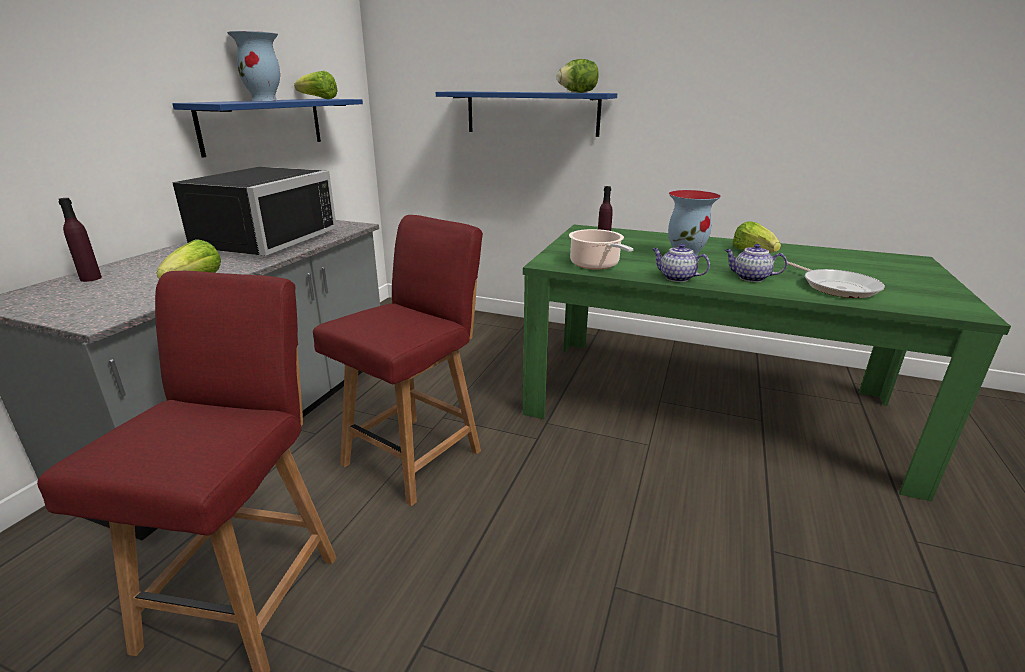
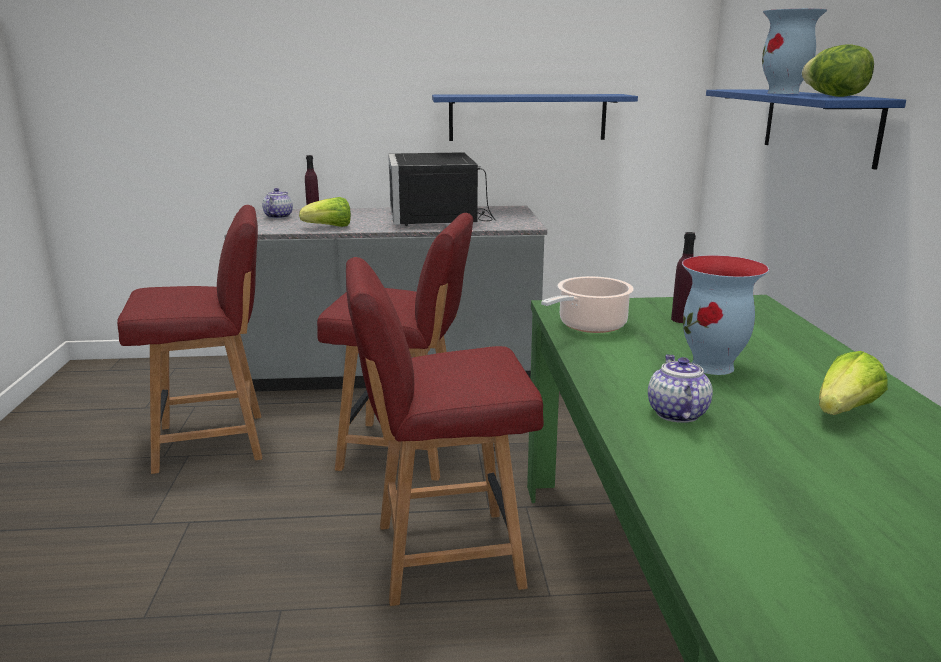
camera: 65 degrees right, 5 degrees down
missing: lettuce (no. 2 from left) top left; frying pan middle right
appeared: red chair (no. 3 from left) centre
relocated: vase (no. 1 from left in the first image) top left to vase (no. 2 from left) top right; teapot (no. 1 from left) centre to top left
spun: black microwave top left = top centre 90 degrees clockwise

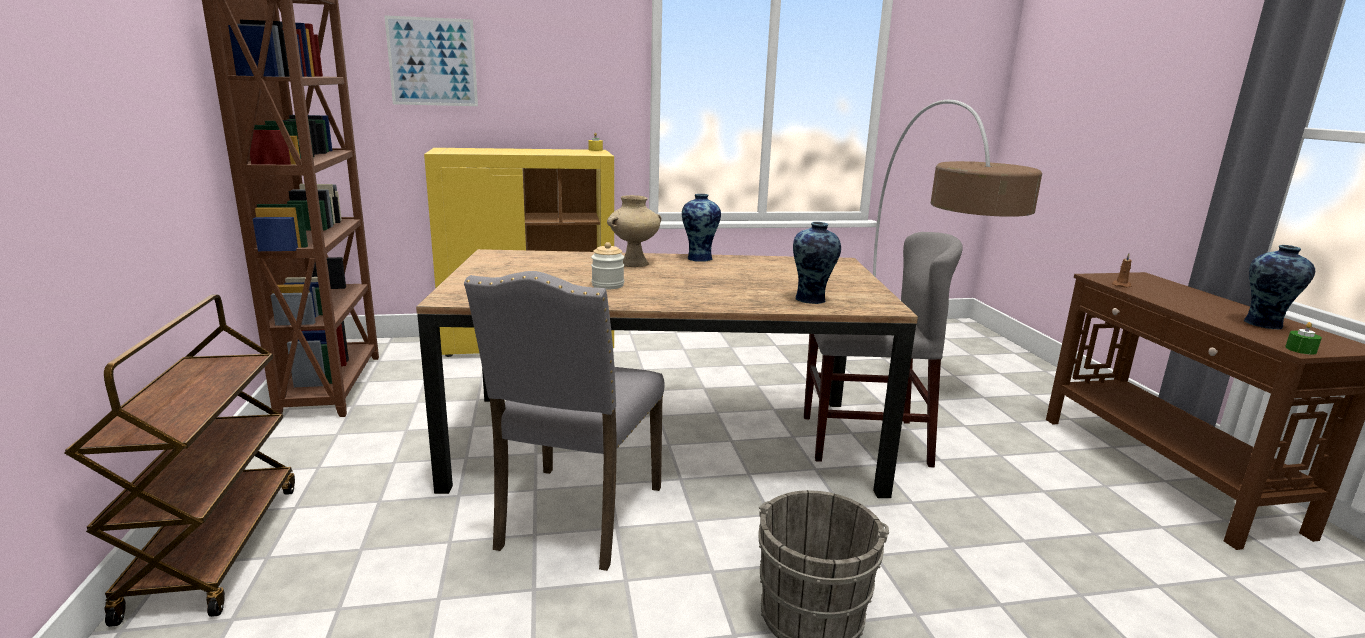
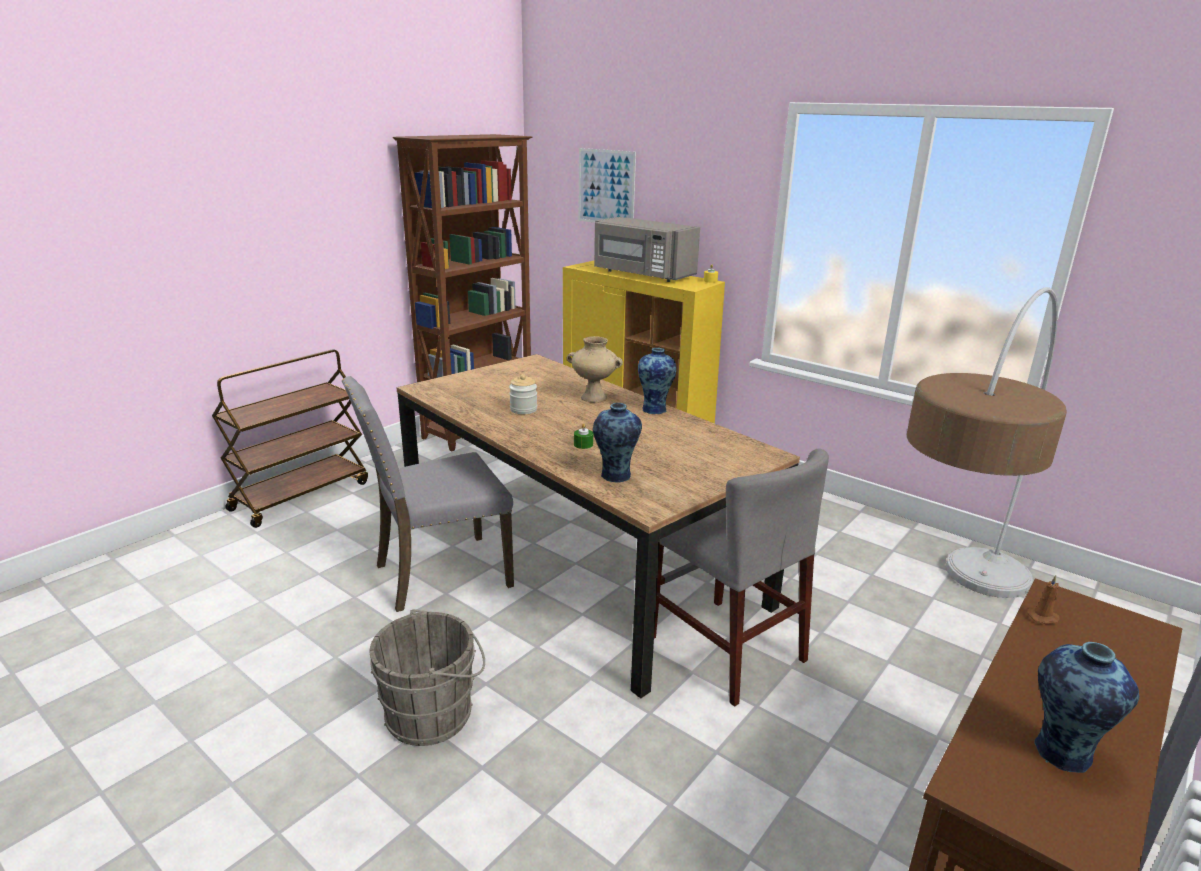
camera: 50 degrees right, 5 degrees up
appeared: grey microwave top centre
relocated: green candle middle right to centre

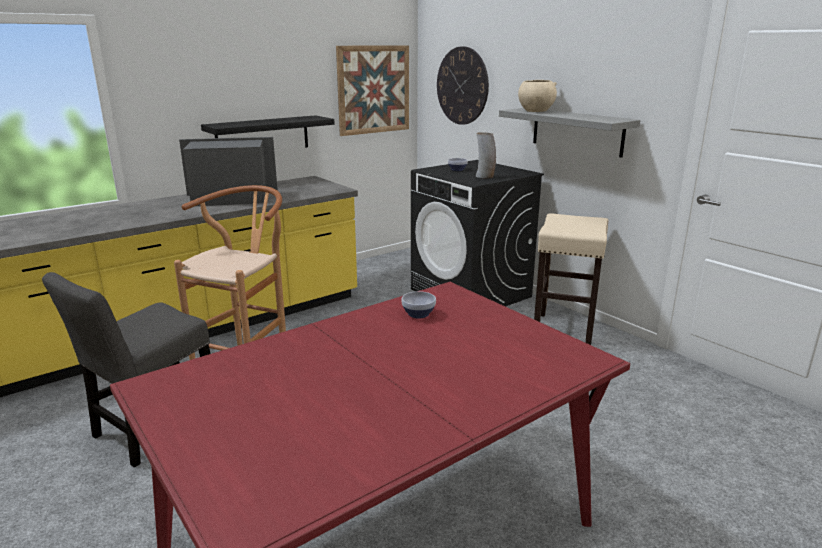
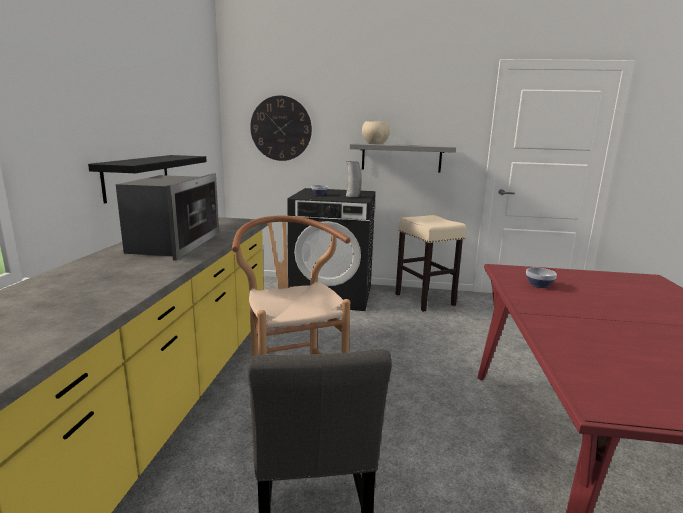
camera: 45 degrees left, 5 degrees down
missing: picture top centre
spun: microwave top left = middle left 150 degrees clockwise

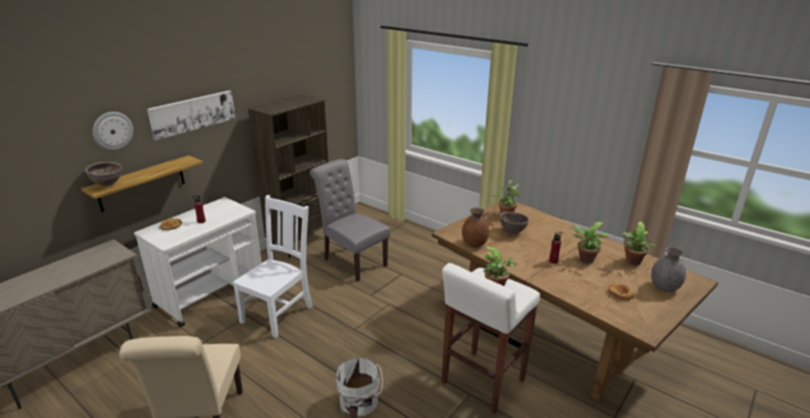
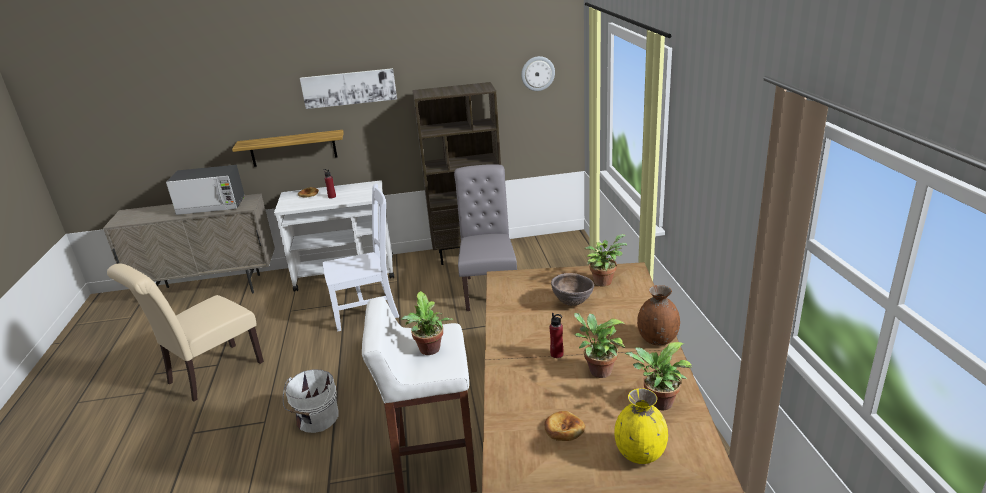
camera: 45 degrees right, 0 degrees up
missing: brown bowl (no. 1 from left) middle left
appeared: microwave middle left
relocated: wall clock top left to top centre; brown vase centre to middle right
colour: grey vase middle right to yellow vase bottom centre

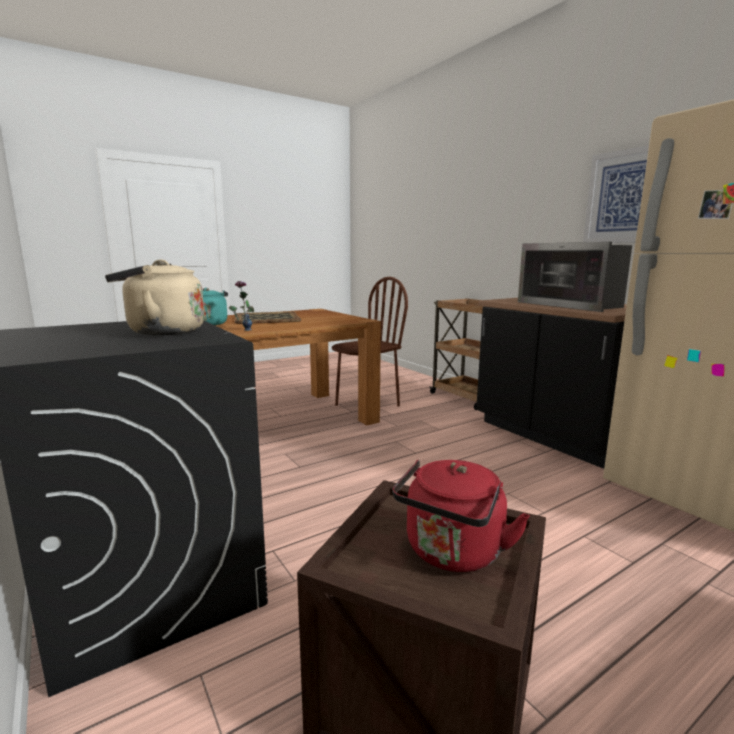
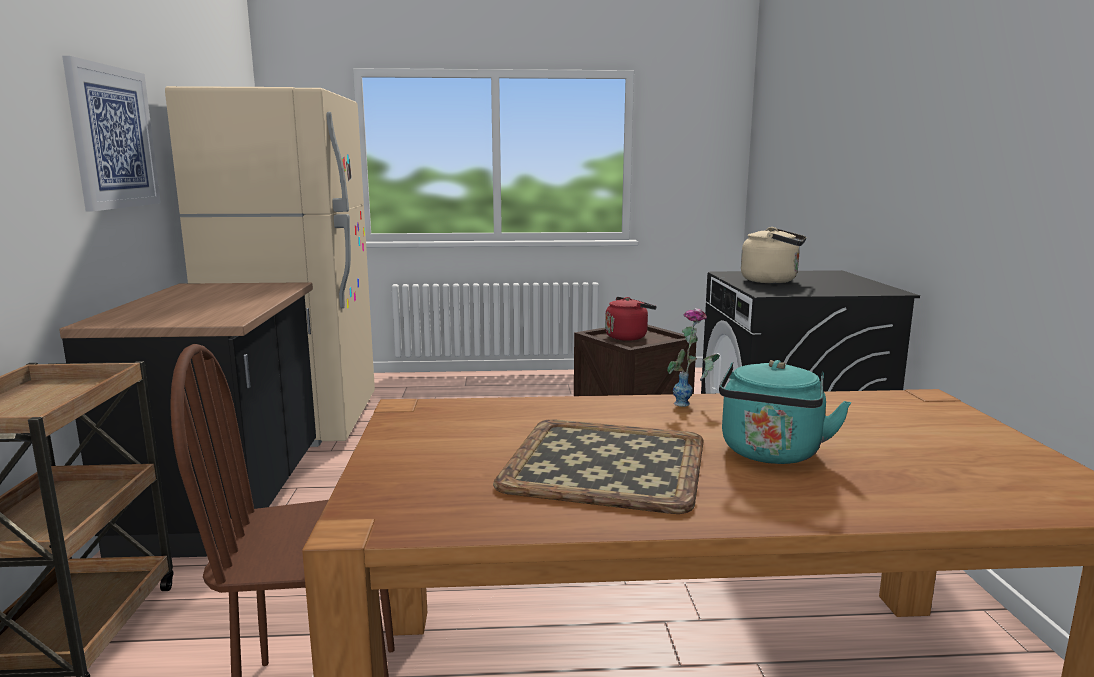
camera: 150 degrees left, 0 degrees up
missing: microwave middle right

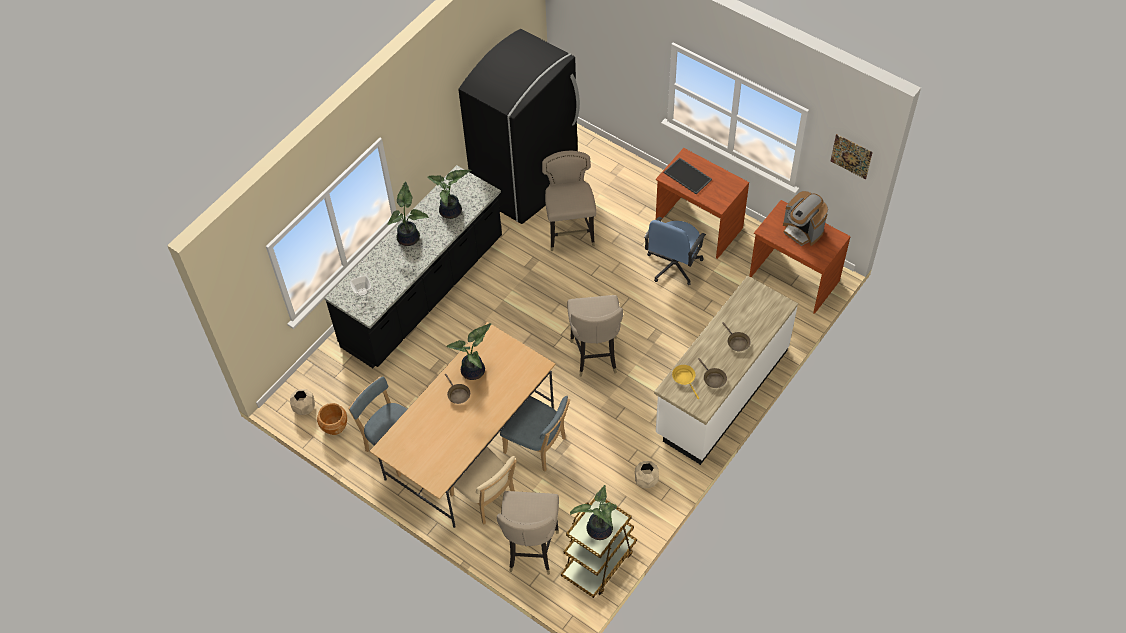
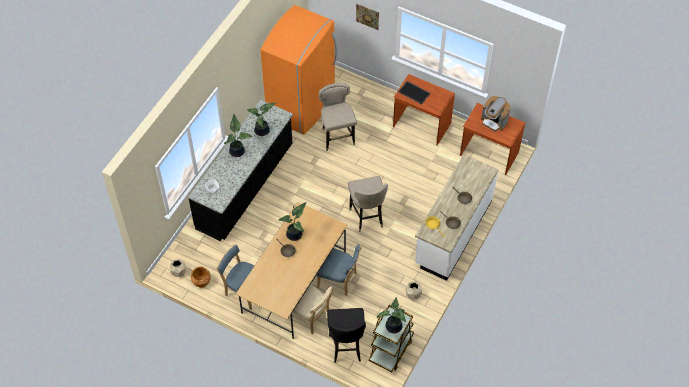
camera: 10 degrees left, 0 degrees up
missing: blue office chair centre
relocated: picture top right to top centre
colour: black fridge top centre to orange fridge top centre; beige stool (no. 1 from left) bottom centre to black stool bottom centre

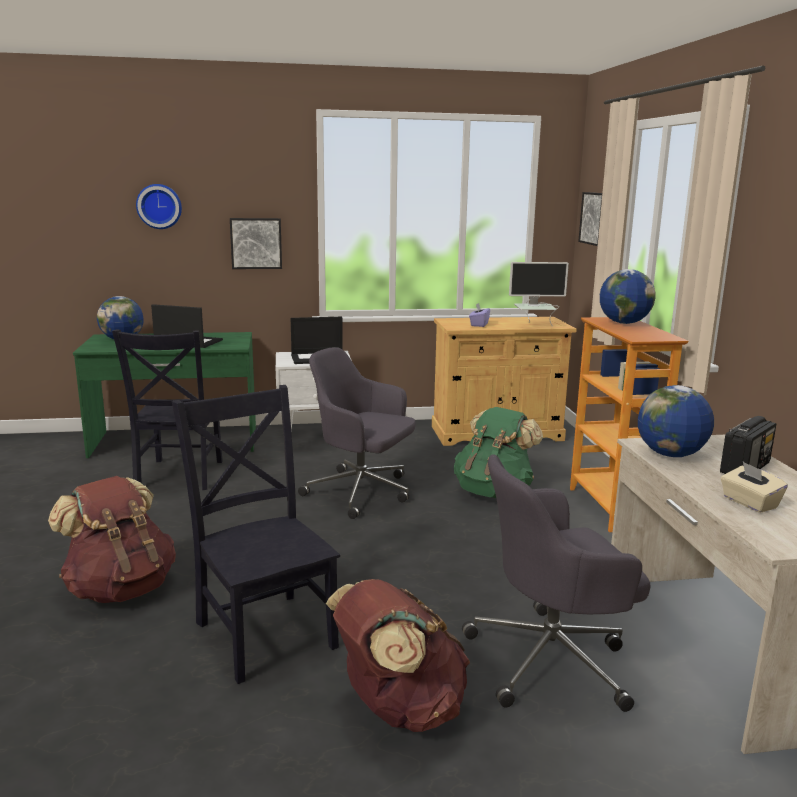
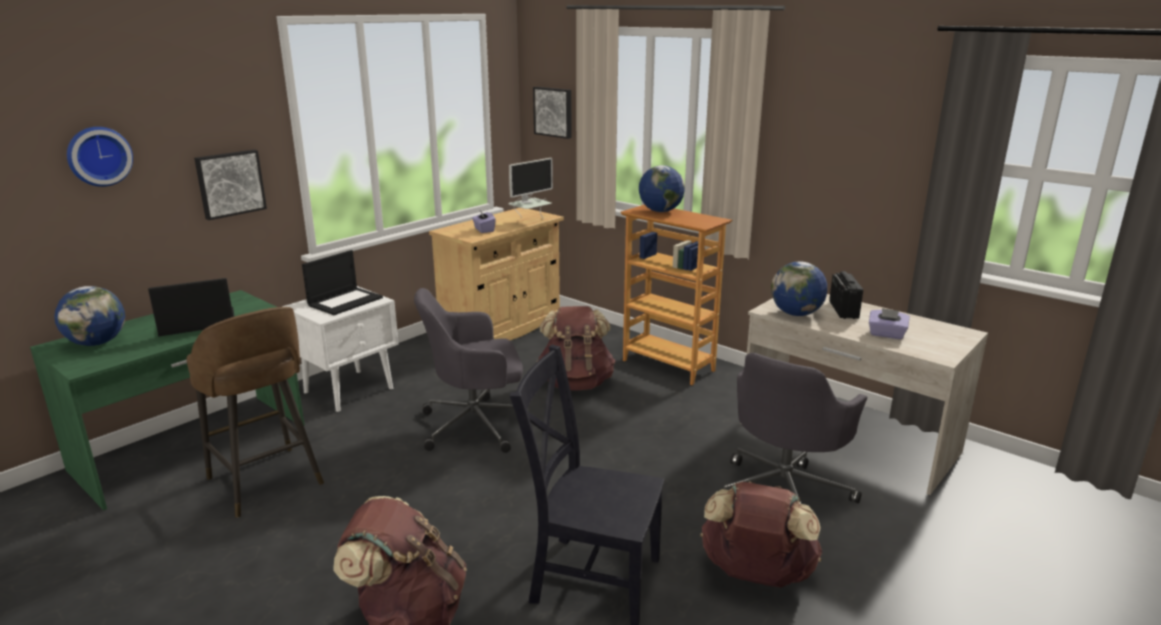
camera: 40 degrees left, 5 degrees up
exchanged: black chair (no. 1 from left) middle left to brown stool middle left
colour: green backpack centre to brown backpack (no. 2 from left) centre; beige tissue box middle right to purple tissue box (no. 2 from left) middle right

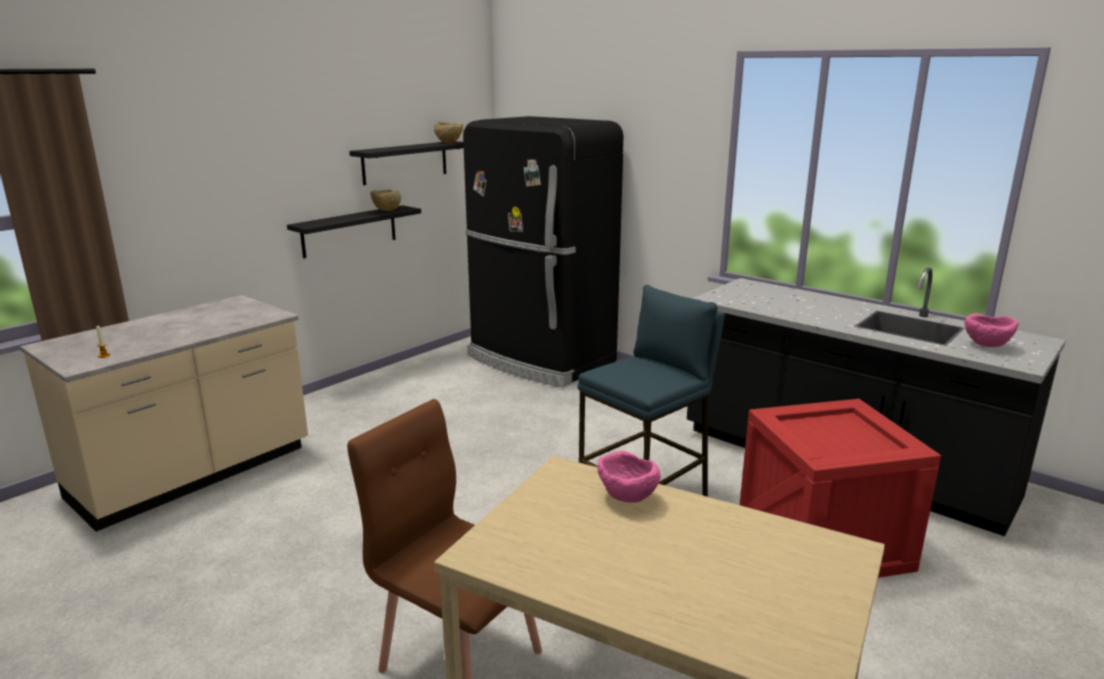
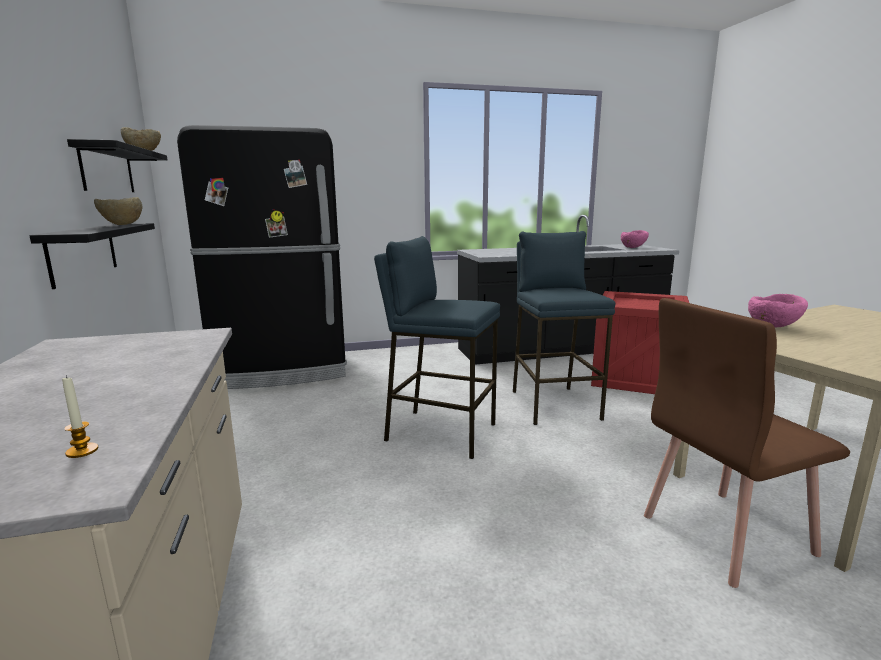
camera: 55 degrees left, 5 degrees down
appeared: blue stool (no. 1 from left) centre

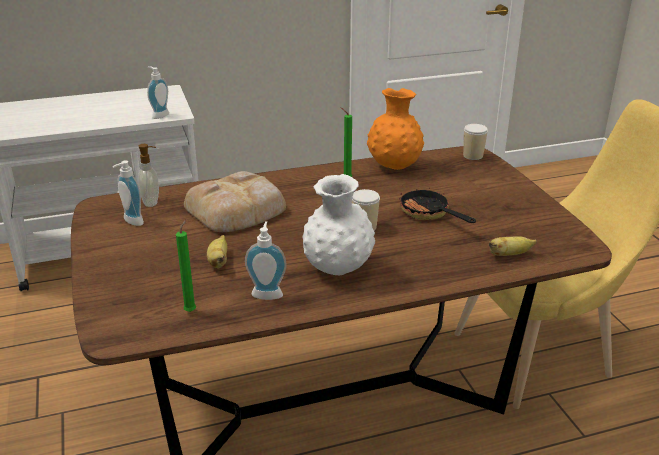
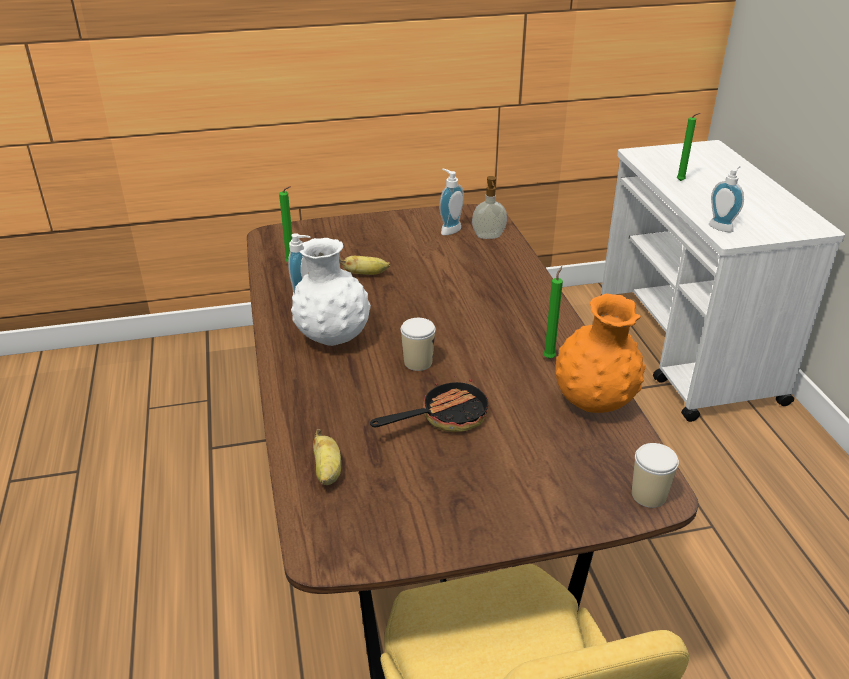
camera: 95 degrees right, 5 degrees up
missing: bread centre
appeared: green candle (no. 3 from left) top right

